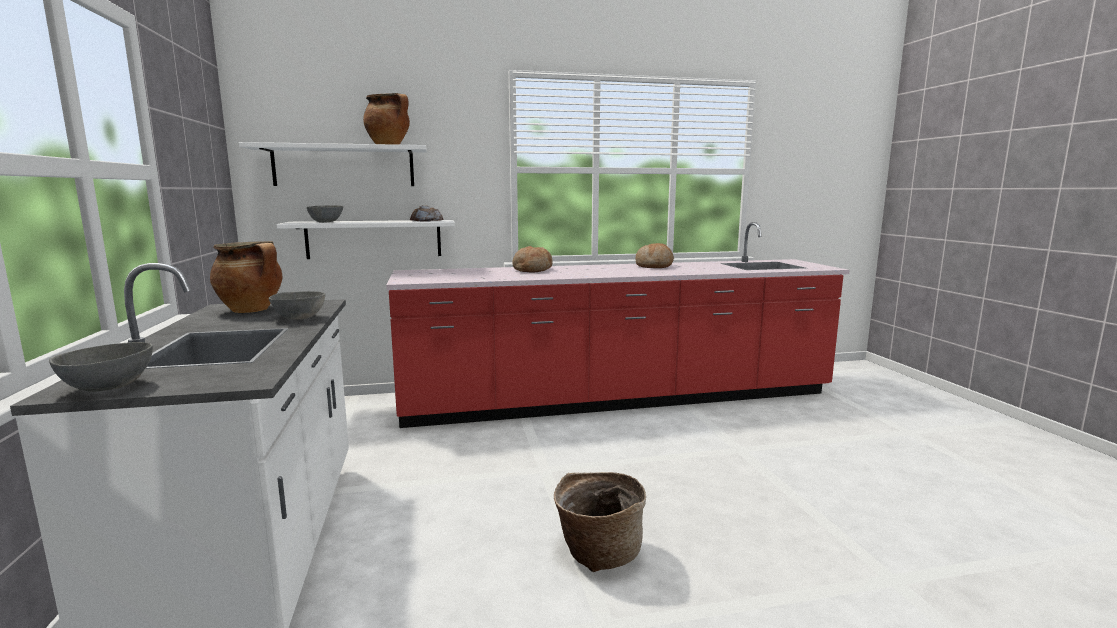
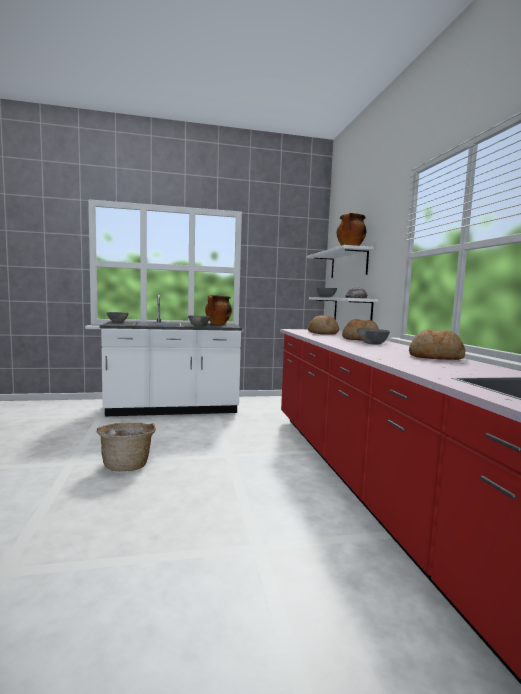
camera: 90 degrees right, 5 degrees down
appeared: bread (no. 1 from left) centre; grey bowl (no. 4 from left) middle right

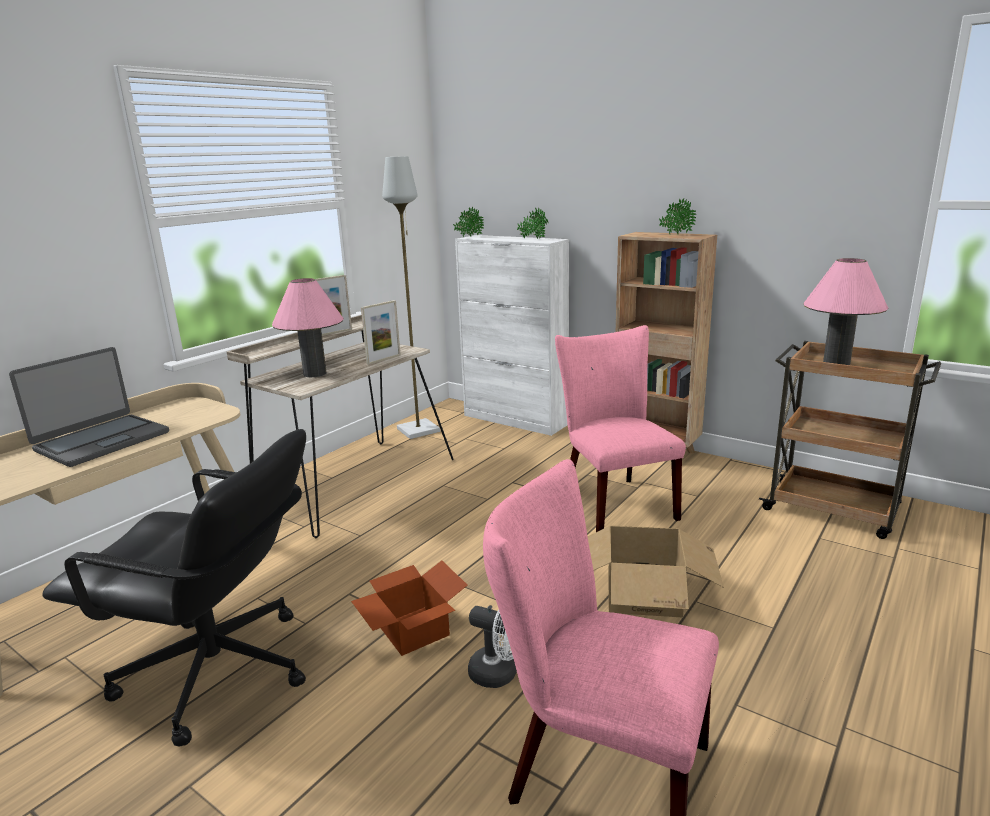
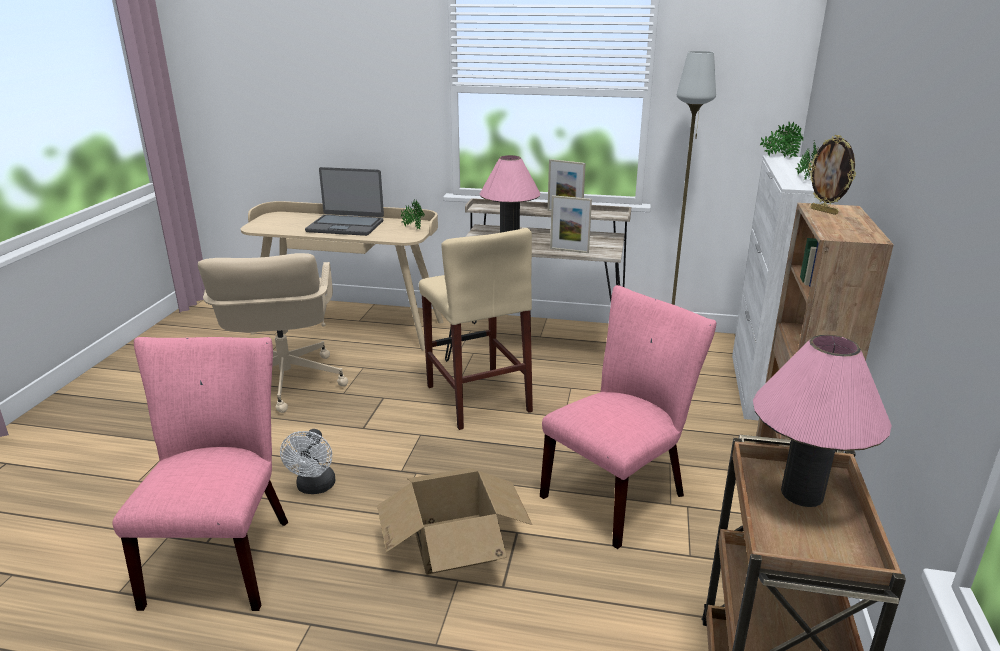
camera: 65 degrees right, 5 degrees up
missing: cardboard box (no. 1 from left) bottom centre
appeared: beige stool centre; picture frame (no. 3 from left) top right
relocated: potted plant (no. 3 from left in the first image) top right to potted plant (no. 1 from left) top centre
colour: black office chair bottom left to beige office chair middle left

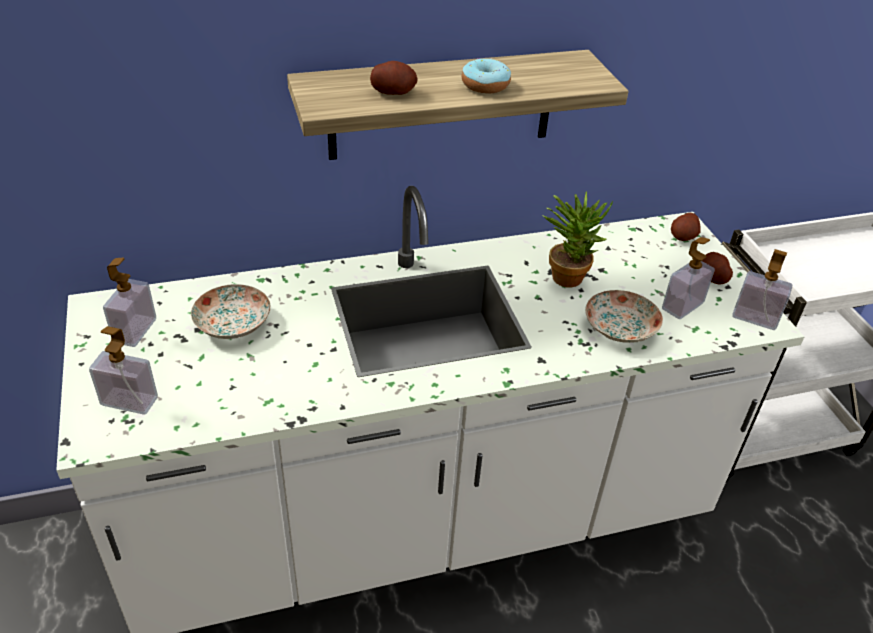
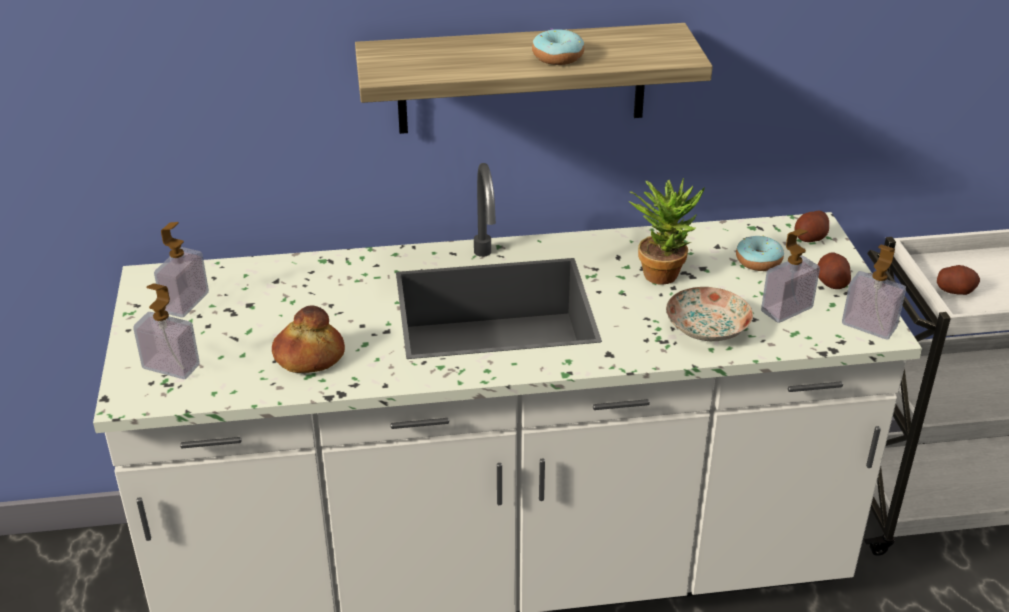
camera: 10 degrees right, 5 degrees down
missing: plate (no. 1 from left) middle left
appeared: bread middle left; donut (no. 2 from left) middle right
relocated: potato (no. 1 from left in the first image) top centre to potato (no. 3 from left) middle right

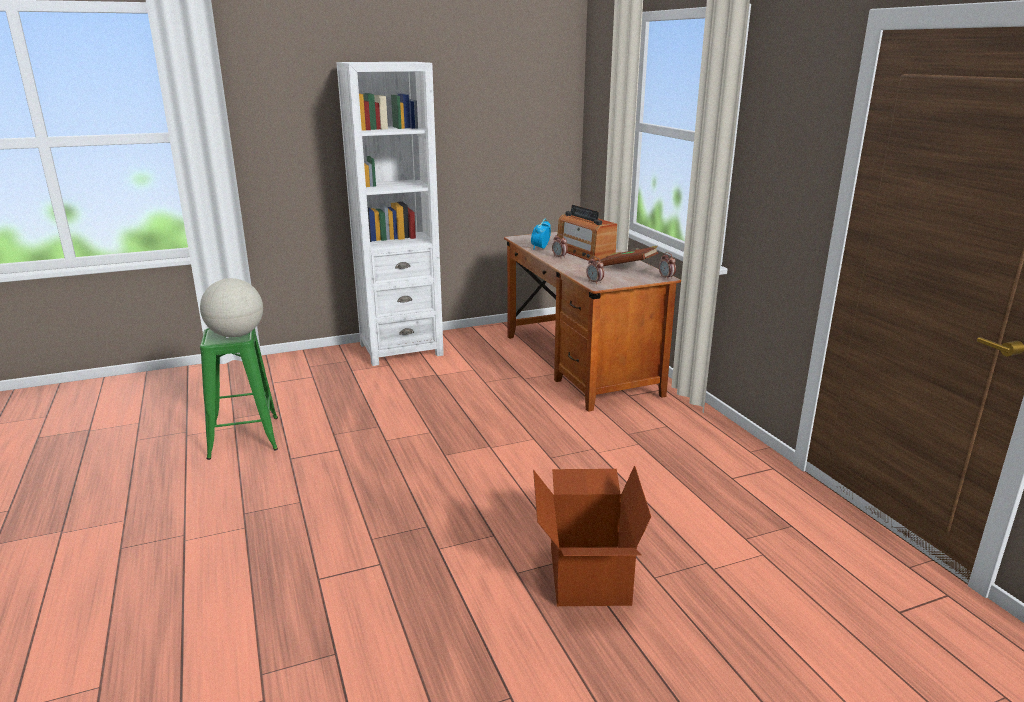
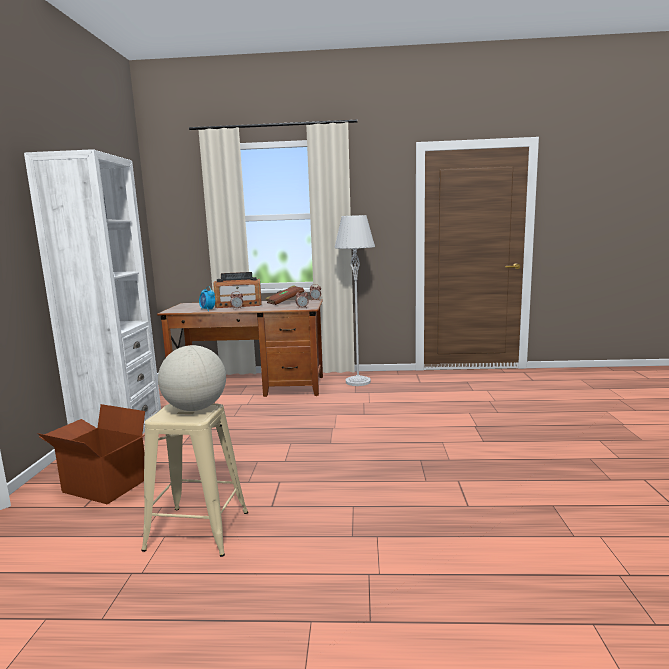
camera: 65 degrees left, 10 degrees down
appeared: grey floor lamp centre
relocated: cardboard box bottom centre to bottom left
colour: green stool middle left to beige stool bottom left

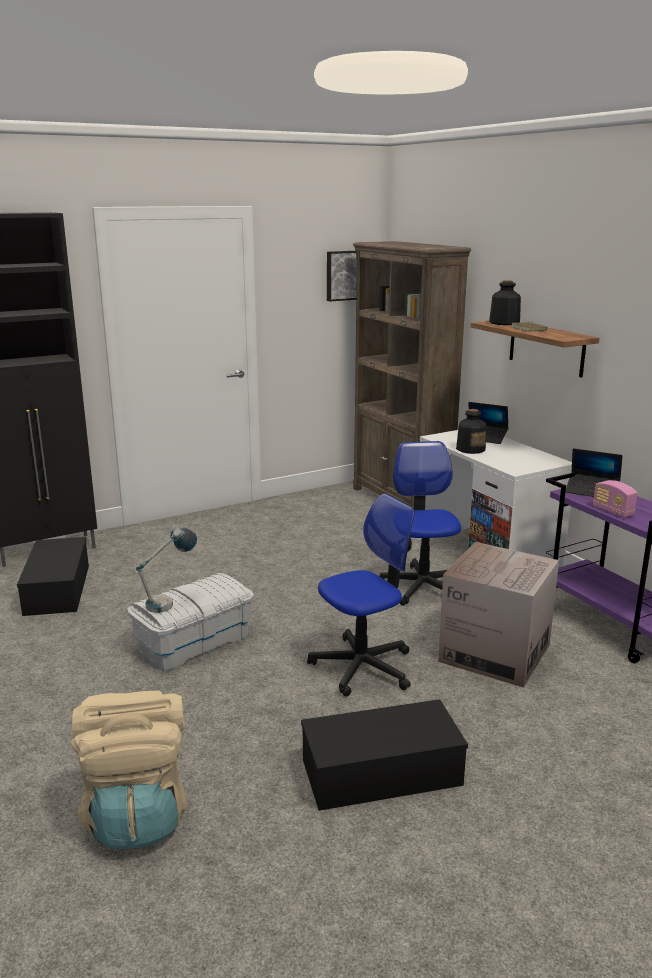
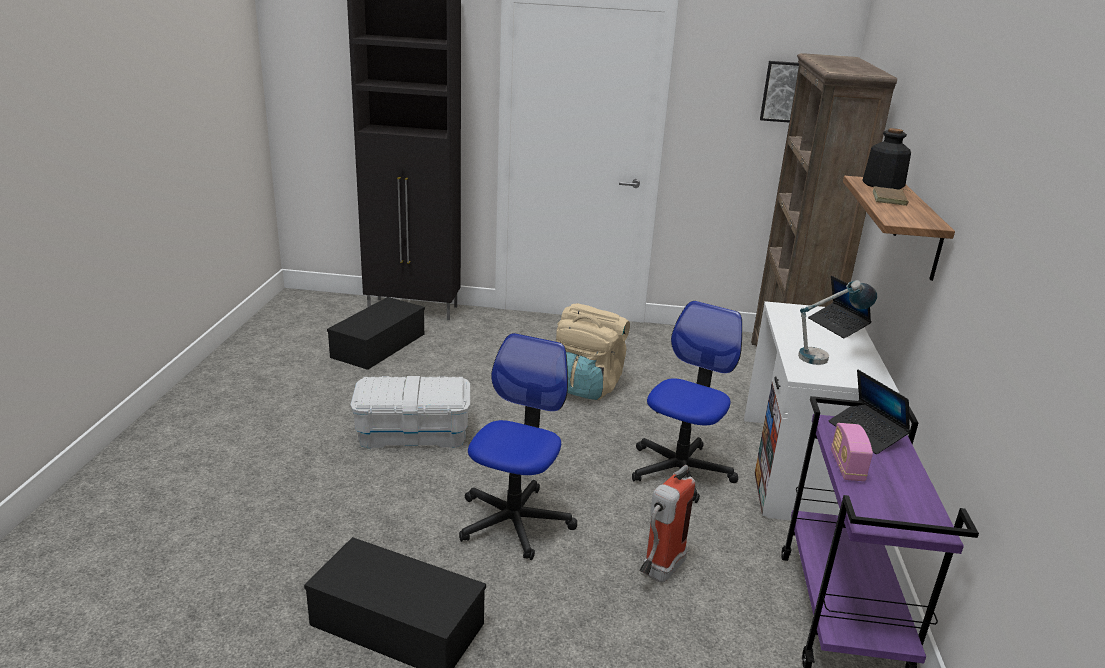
camera: 35 degrees right, 5 degrees up
missing: bottle (no. 1 from left) middle right
relocated: beige backpack bottom left to centre; table lamp middle left to middle right
exchanged: cardboard box middle right to fire extinguisher bottom centre
spun: office chair (no. 1 from left) centre = bottom centre 75 degrees counterclockwise

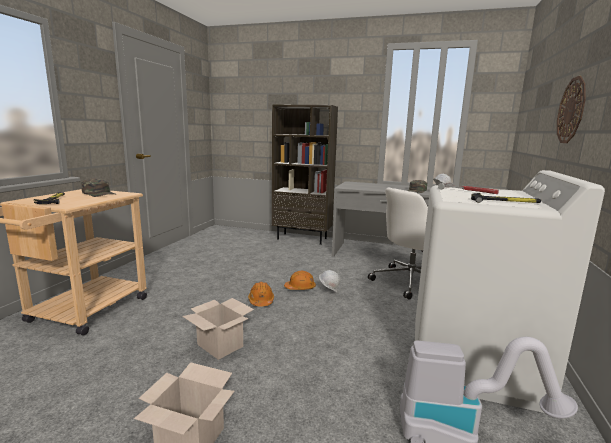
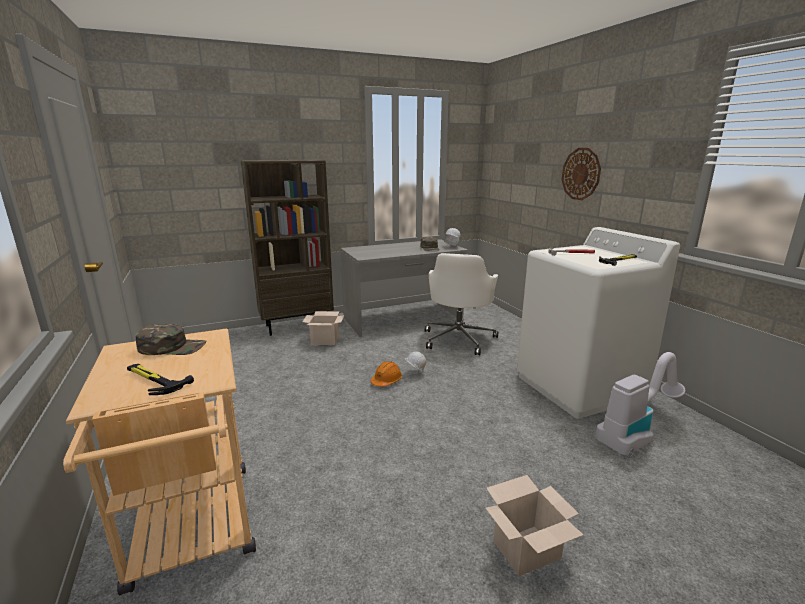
camera: 40 degrees left, 5 degrees up
missing: orange hard hat (no. 1 from left) centre
relocated: cardboard box (no. 2 from left in the first image) bottom centre to cardboard box (no. 1 from left) centre

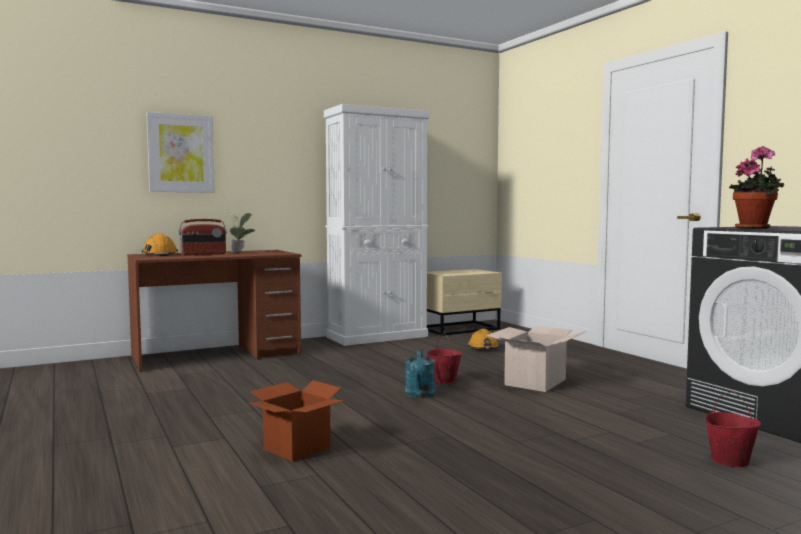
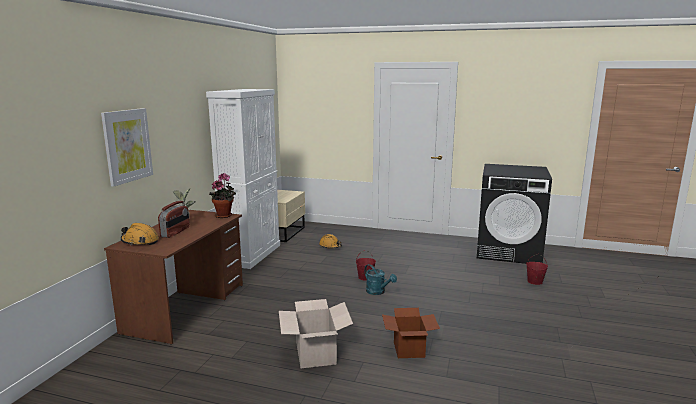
camera: 45 degrees left, 10 degrees up
relocated: cardboard box (no. 2 from left in the first image) bottom right to cardboard box (no. 1 from left) bottom centre; potted plant (no. 2 from left) middle right to middle left

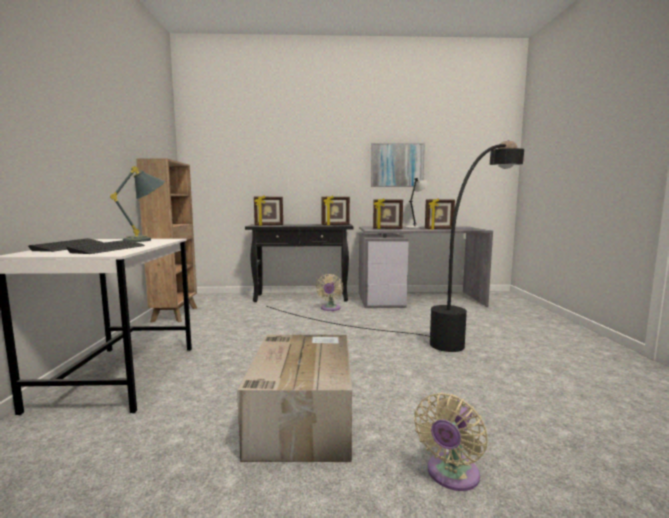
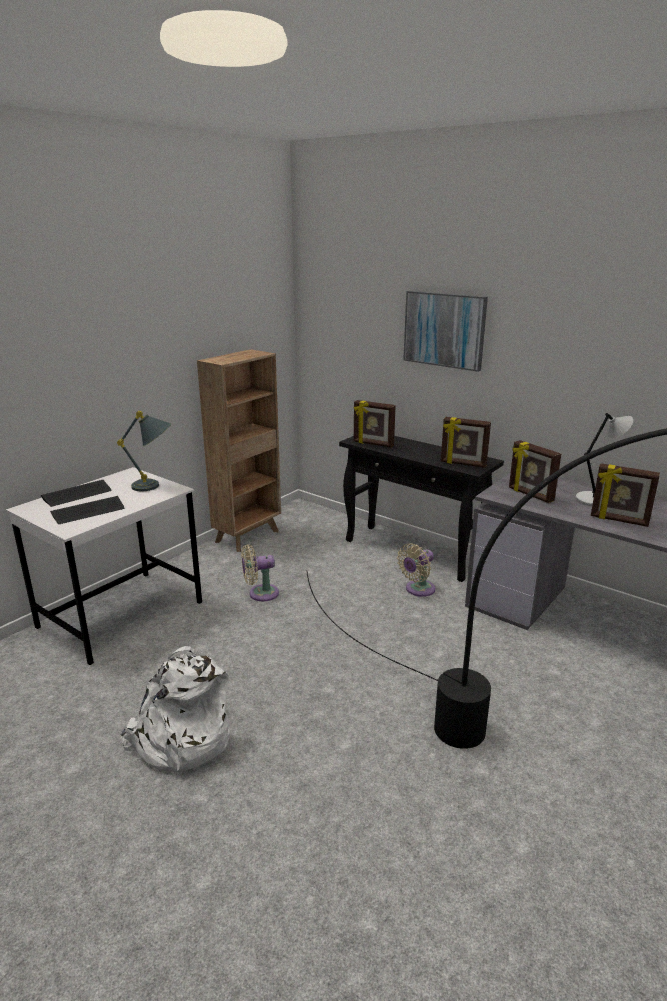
camera: 40 degrees right, 15 degrees up
relocated: picture top centre to top right; beige fan (no. 2 from left in the first image) bottom right to beige fan (no. 1 from left) centre
exchanged: cardboard box bottom centre to white backpack bottom left

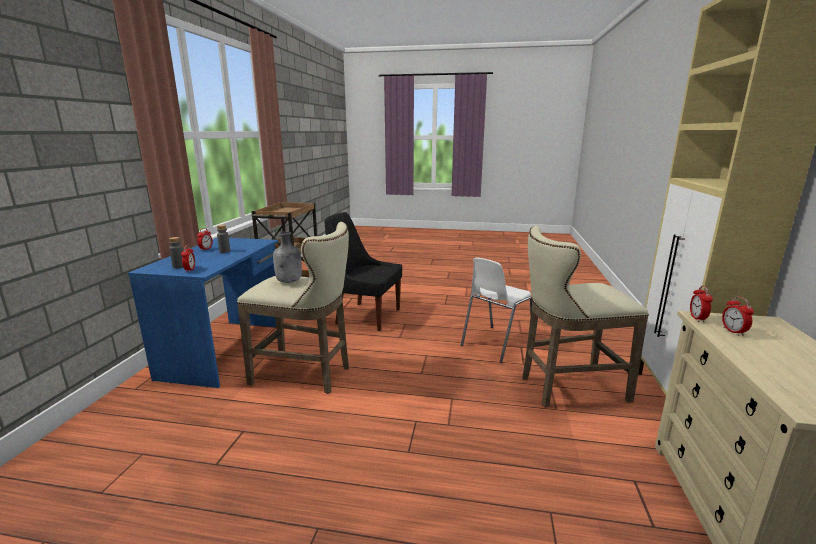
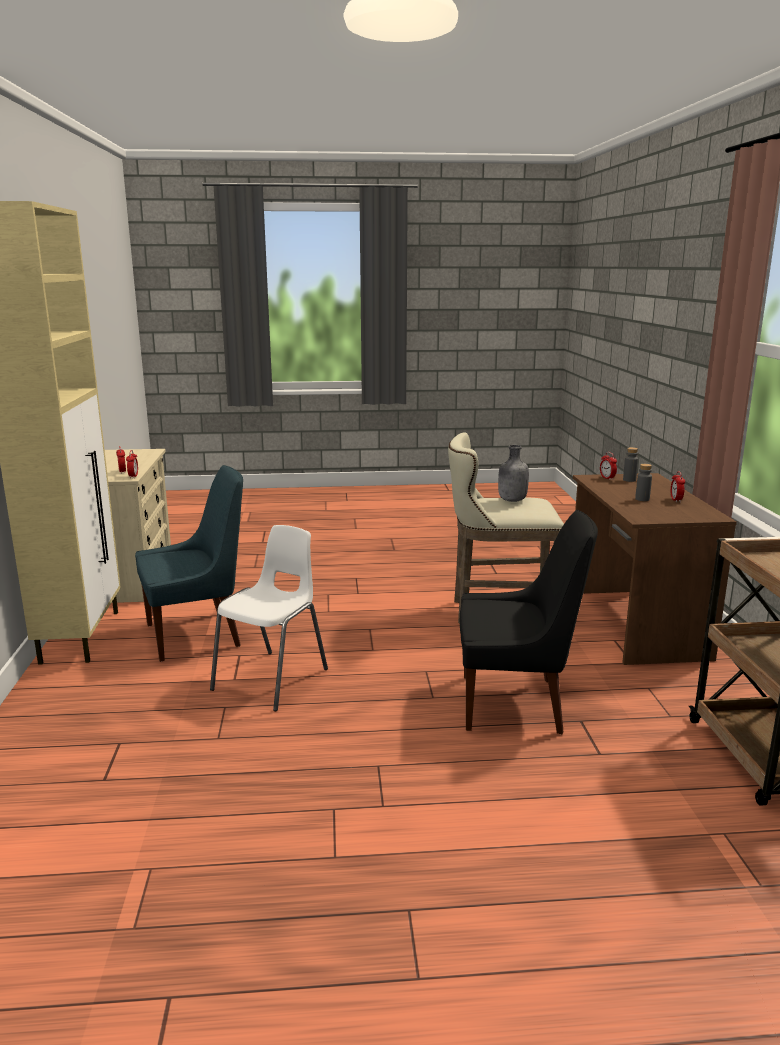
camera: 165 degrees right, 0 degrees up
exchanged: beige stool (no. 2 from left) middle right to blue chair middle left
colour: blue desk middle left to brown desk middle right

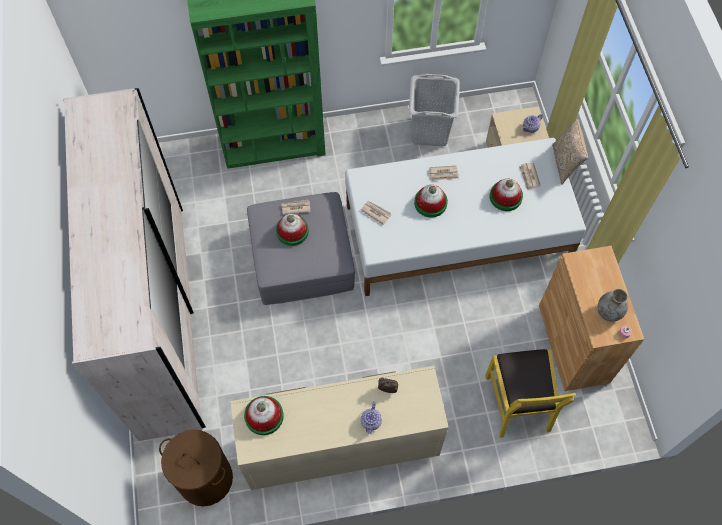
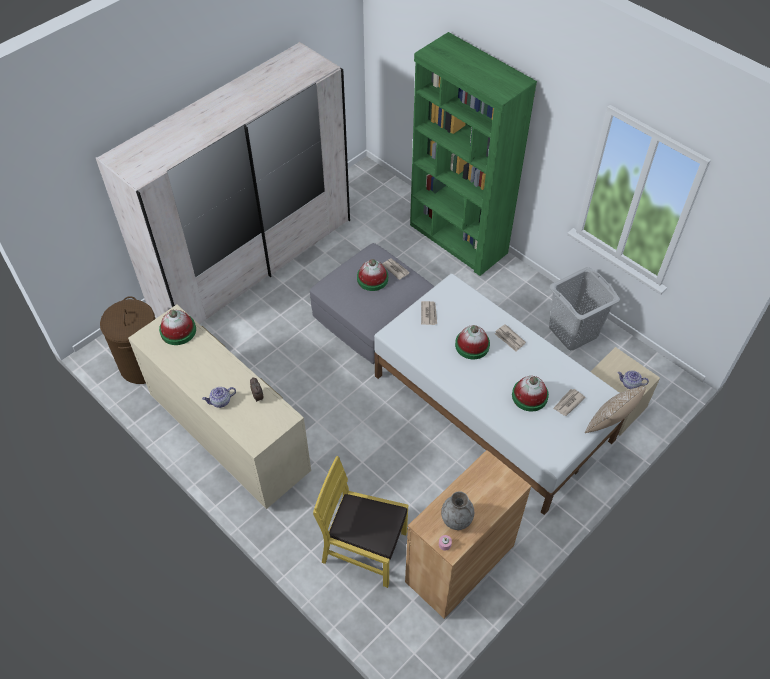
camera: 55 degrees right, 10 degrees down
spun: yellow chair bottom right = bottom centre 60 degrees clockwise

